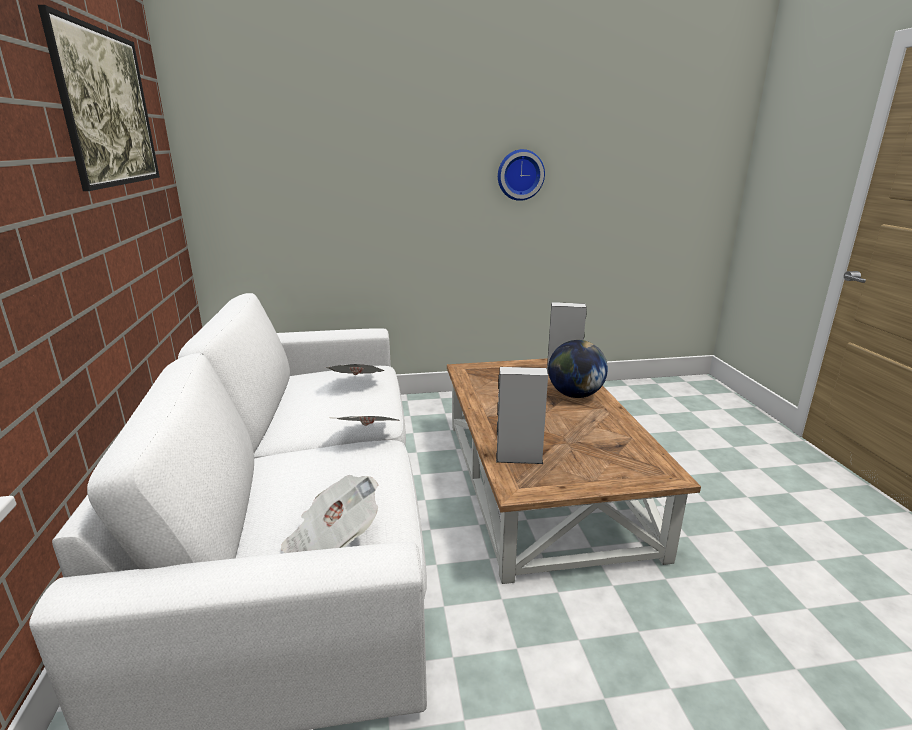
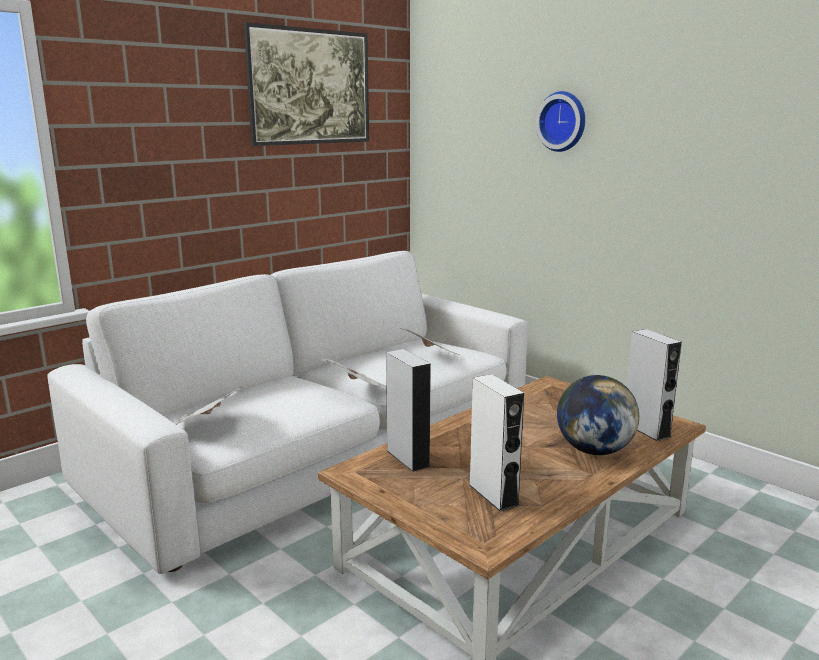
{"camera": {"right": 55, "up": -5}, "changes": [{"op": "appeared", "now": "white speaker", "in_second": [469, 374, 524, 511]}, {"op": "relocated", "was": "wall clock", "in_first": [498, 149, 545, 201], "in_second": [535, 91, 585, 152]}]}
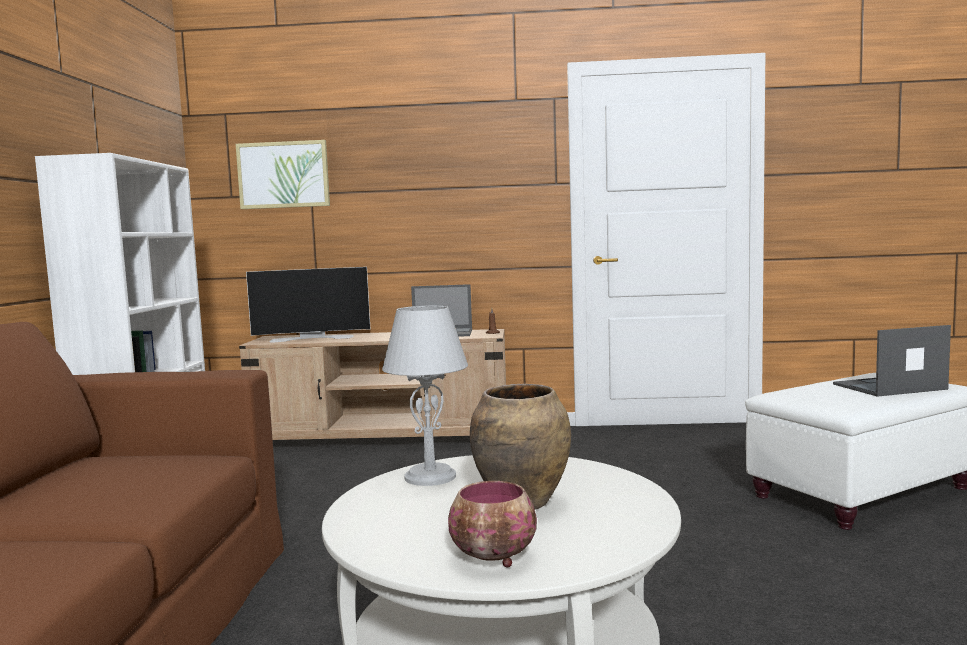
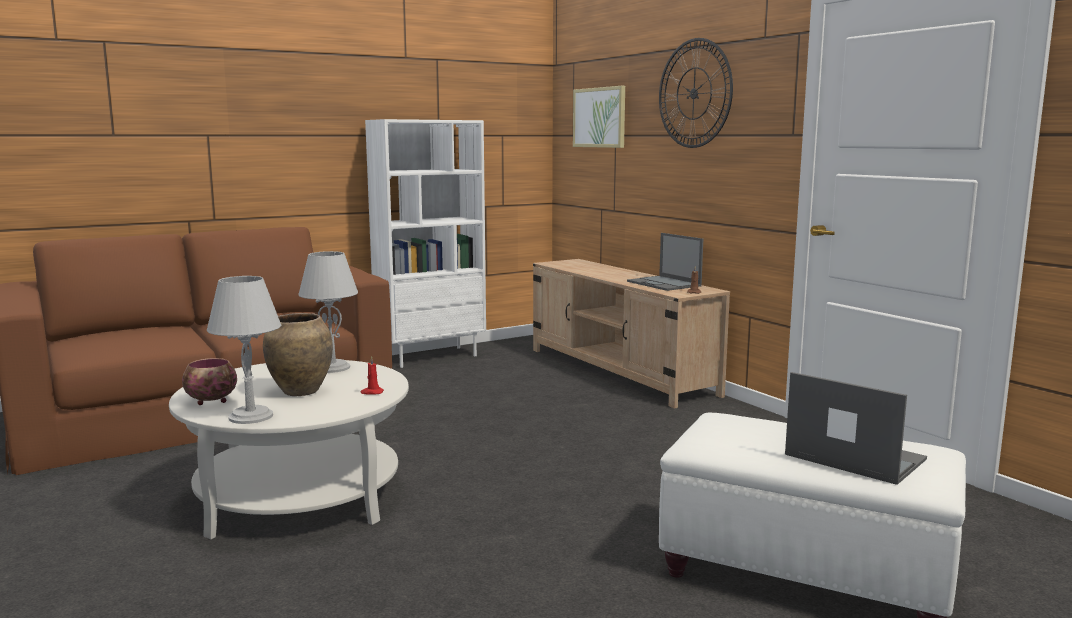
{"camera": {"right": 55, "up": 5}, "changes": [{"op": "missing", "was": "television", "in_first": [246, 267, 370, 343]}, {"op": "appeared", "now": "grey table lamp", "in_second": [207, 276, 281, 424]}, {"op": "appeared", "now": "red candle", "in_second": [361, 356, 384, 395]}, {"op": "appeared", "now": "wall clock", "in_second": [659, 38, 733, 148]}]}
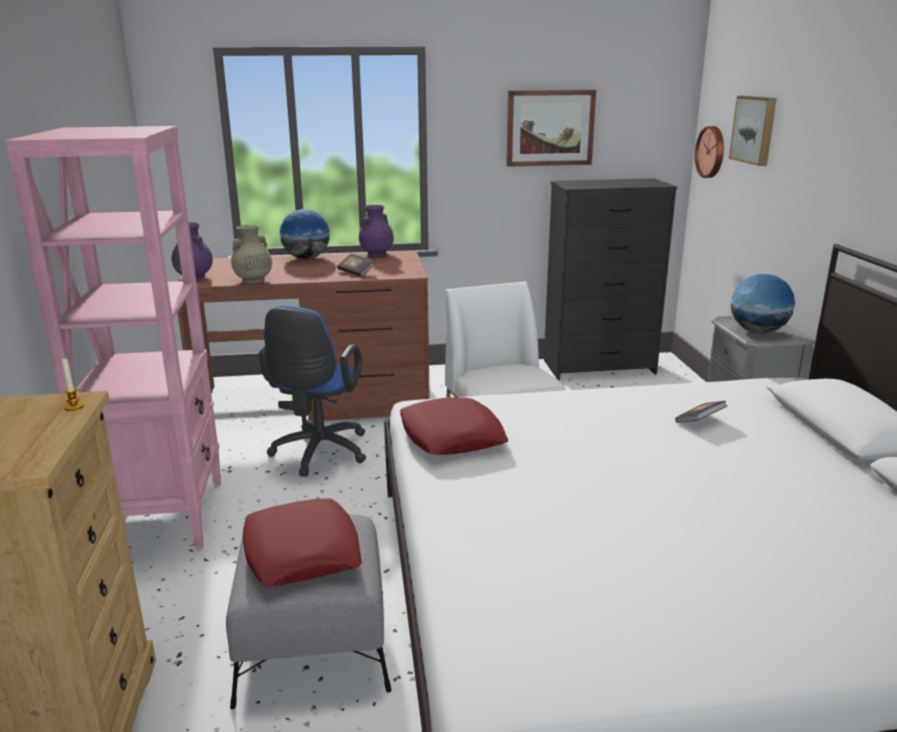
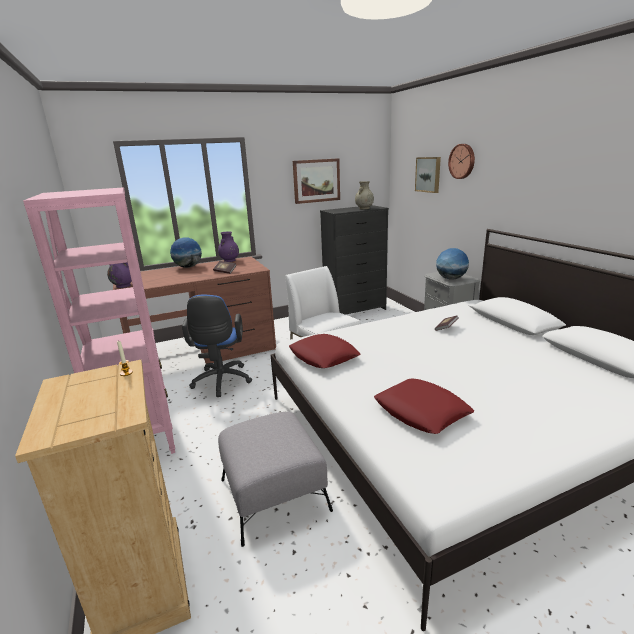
{"camera": {"right": -15, "up": 0}, "changes": [{"op": "relocated", "was": "beige vase", "in_first": [231, 225, 272, 284], "in_second": [355, 181, 374, 209]}, {"op": "relocated", "was": "red pillow", "in_first": [243, 498, 362, 587], "in_second": [374, 379, 474, 434]}, {"op": "relocated", "was": "wall clock", "in_first": [695, 126, 724, 178], "in_second": [448, 144, 475, 179]}]}
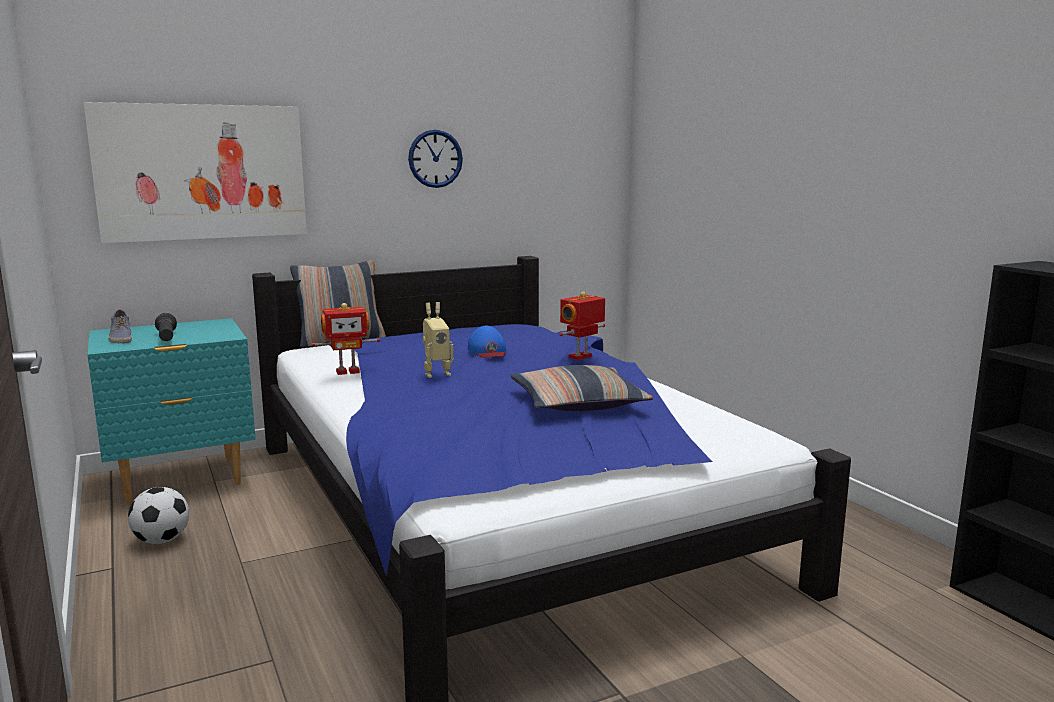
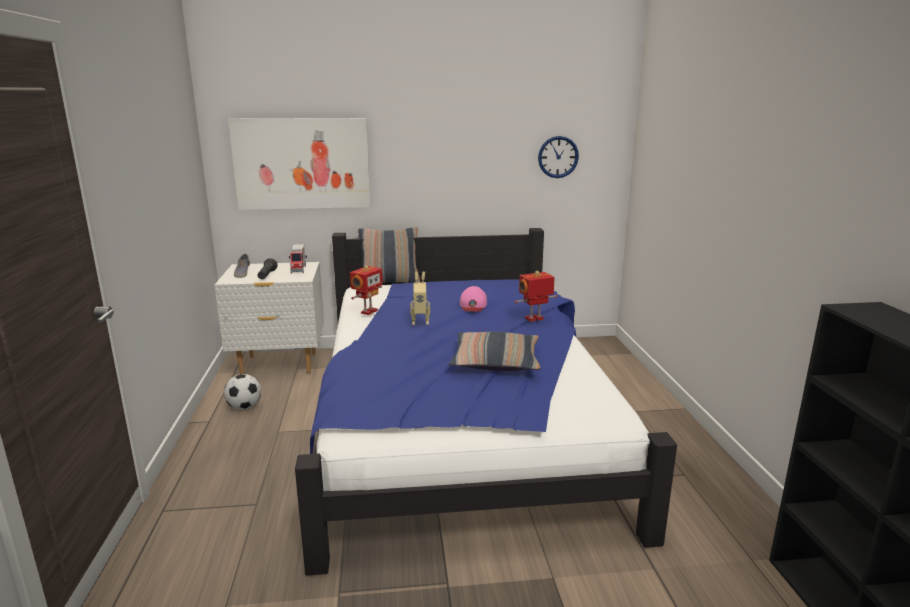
{"camera": {"right": 20, "up": 5}, "changes": [{"op": "appeared", "now": "toy truck", "in_second": [289, 244, 307, 274]}, {"op": "relocated", "was": "wall clock", "in_first": [408, 130, 463, 188], "in_second": [538, 136, 579, 178]}, {"op": "colour", "was": "turquoise nightstand", "now": "white nightstand", "in_first": [87, 318, 256, 503], "in_second": [214, 262, 324, 374]}, {"op": "colour", "was": "blue cap", "now": "pink cap", "in_first": [468, 326, 506, 358], "in_second": [460, 286, 487, 312]}, {"op": "spun", "was": "toy robot", "in_first": [312, 303, 380, 375], "in_second": [350, 265, 383, 315], "clockwise": -60}]}
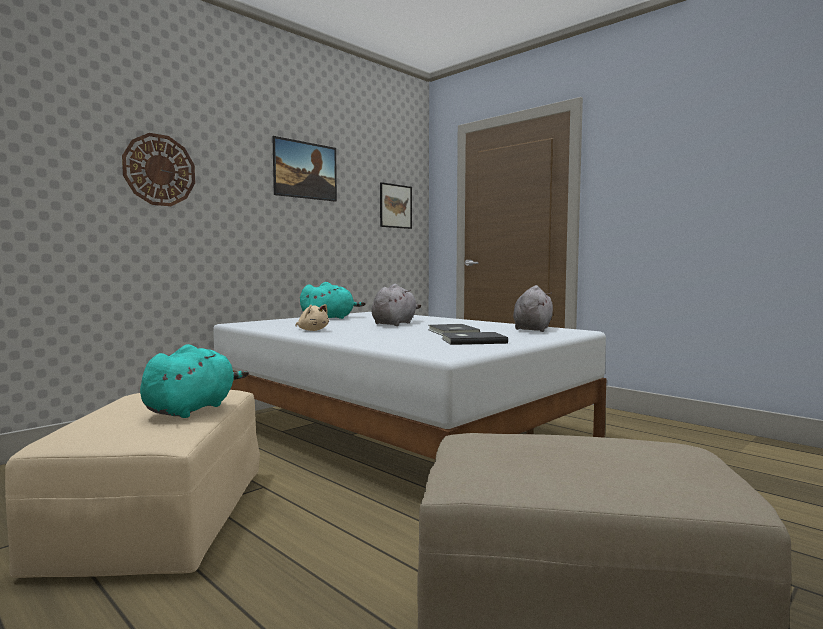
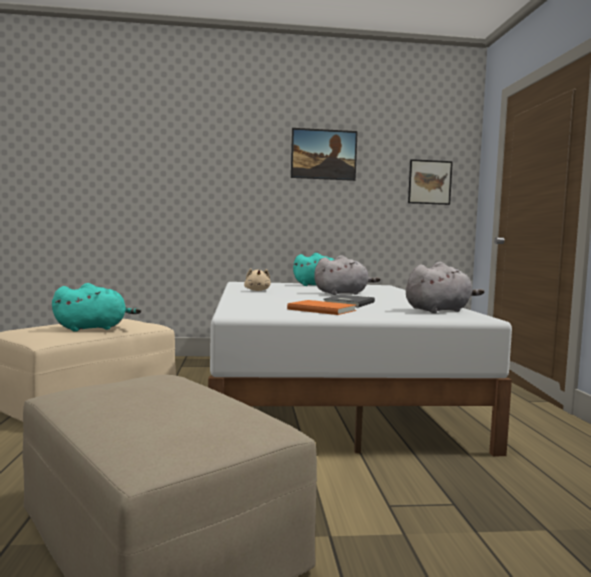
{"camera": {"right": 40, "up": 0}, "changes": [{"op": "missing", "was": "wall clock", "in_first": [122, 133, 195, 206]}, {"op": "colour", "was": "grey book", "now": "orange book", "in_first": [441, 332, 508, 345], "in_second": [287, 300, 356, 315]}]}
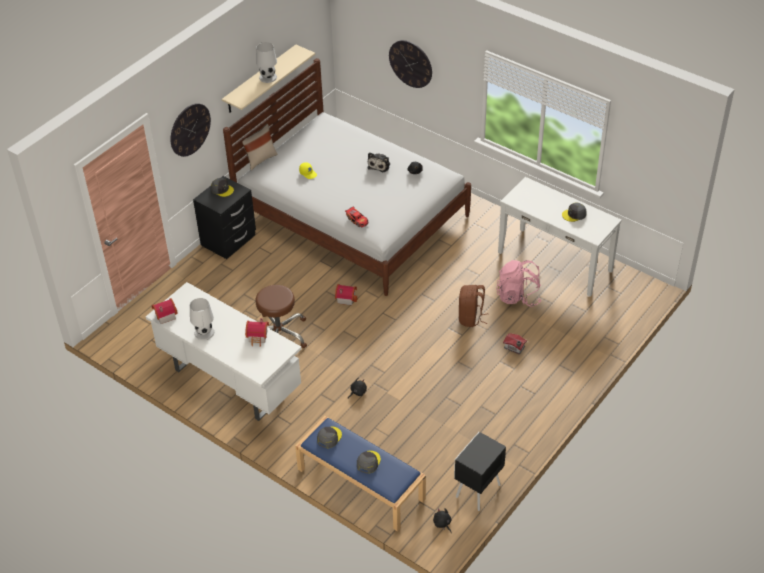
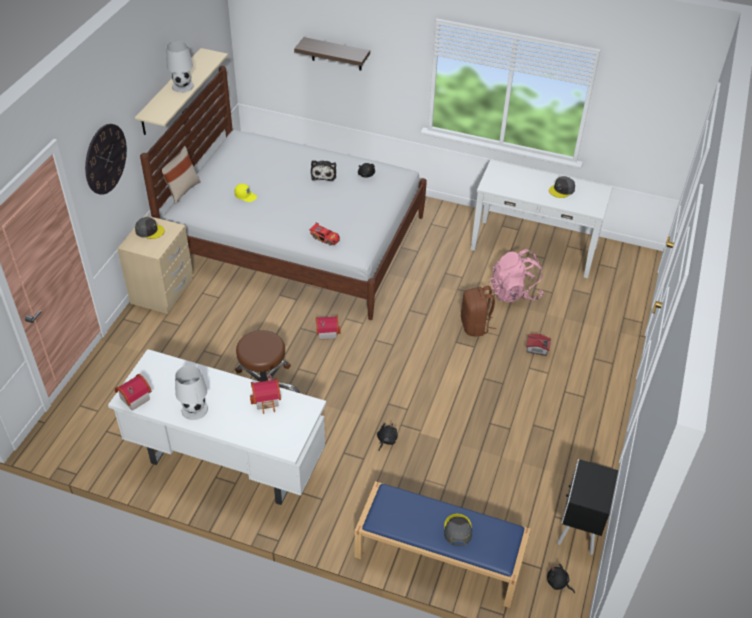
{"camera": {"right": -20, "up": 0}, "changes": [{"op": "missing", "was": "grey cap", "in_first": [317, 426, 342, 448]}, {"op": "exchanged", "was": "wall clock", "now": "shelf", "in_first": [389, 40, 432, 88], "in_second": [294, 37, 370, 70]}, {"op": "colour", "was": "black nightstand", "now": "beige nightstand", "in_first": [193, 176, 256, 259], "in_second": [117, 215, 193, 314]}]}
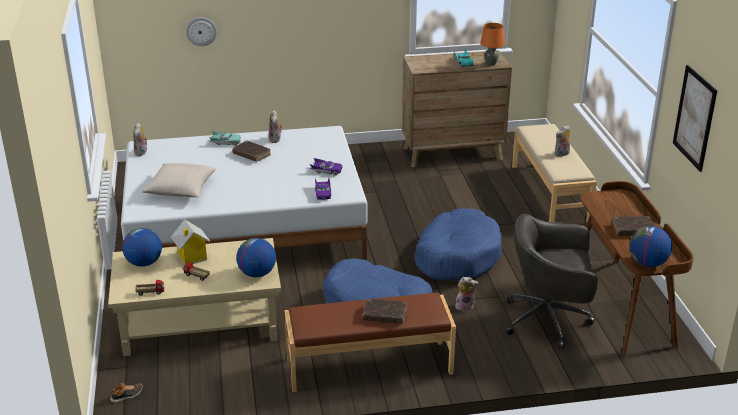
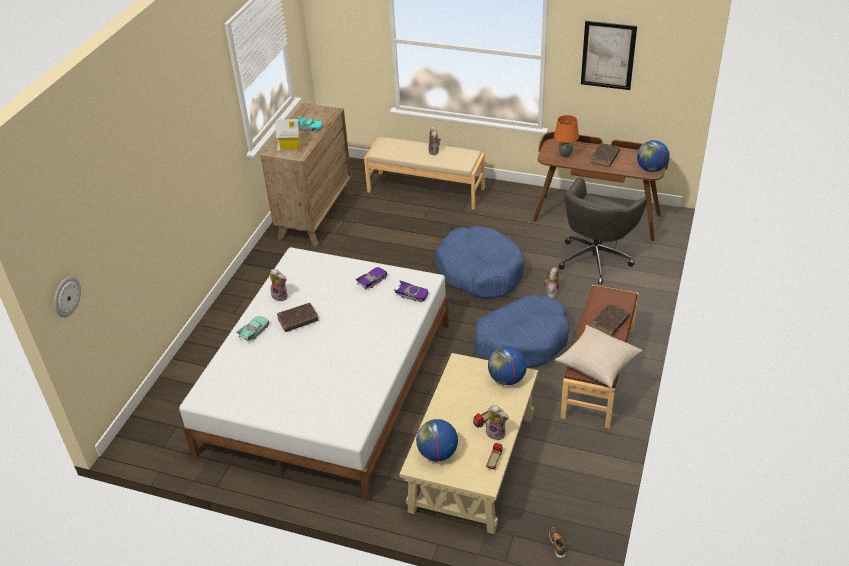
{"camera": {"right": -60, "up": 10}, "changes": [{"op": "relocated", "was": "plush toy", "in_first": [133, 122, 148, 156], "in_second": [485, 405, 509, 441]}, {"op": "relocated", "was": "beige pillow", "in_first": [142, 163, 217, 197], "in_second": [555, 325, 643, 388]}, {"op": "relocated", "was": "toy house", "in_first": [171, 219, 211, 265], "in_second": [276, 119, 301, 152]}, {"op": "relocated", "was": "wall clock", "in_first": [186, 17, 217, 46], "in_second": [54, 277, 81, 317]}, {"op": "relocated", "was": "orange table lamp", "in_first": [480, 23, 505, 66], "in_second": [554, 115, 579, 158]}]}
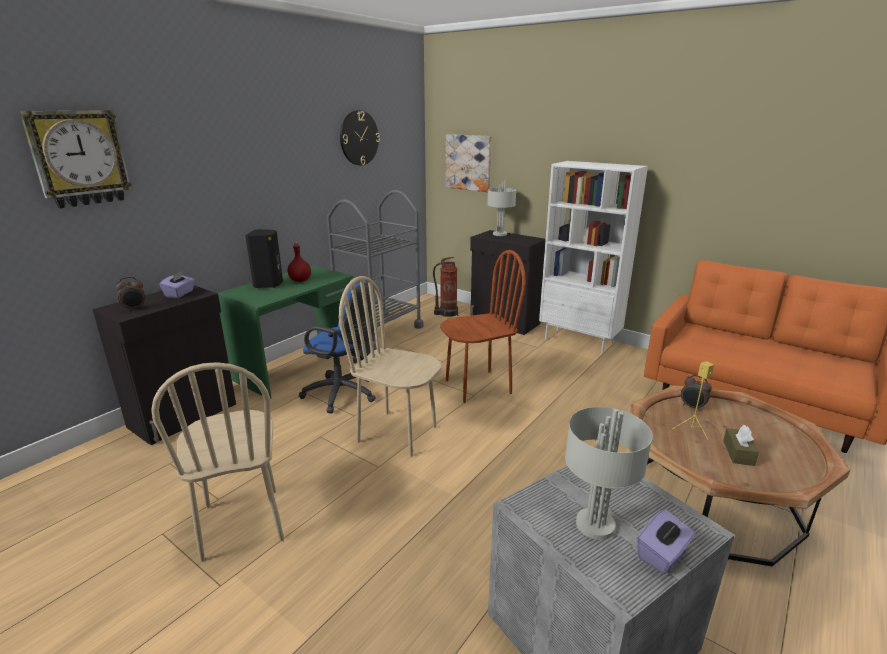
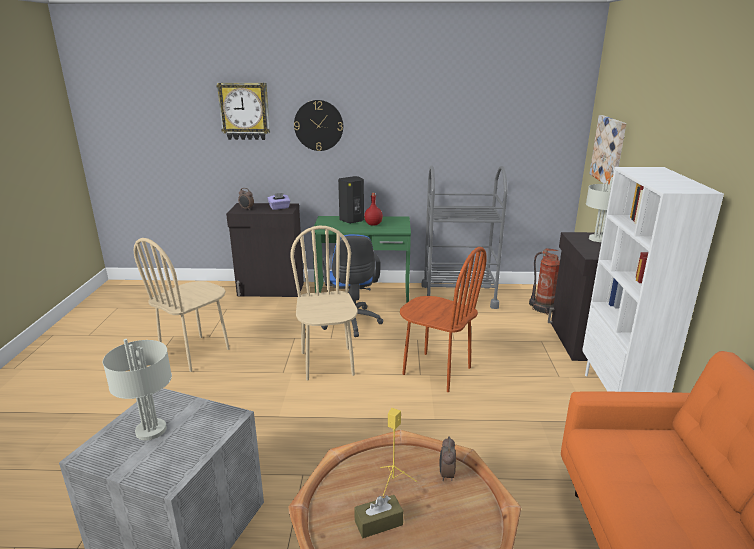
{"camera": {"right": 55, "up": 0}, "changes": [{"op": "missing", "was": "purple tissue box", "in_first": [637, 509, 695, 574]}, {"op": "relocated", "was": "wall clock", "in_first": [340, 110, 380, 165], "in_second": [294, 100, 343, 151]}]}
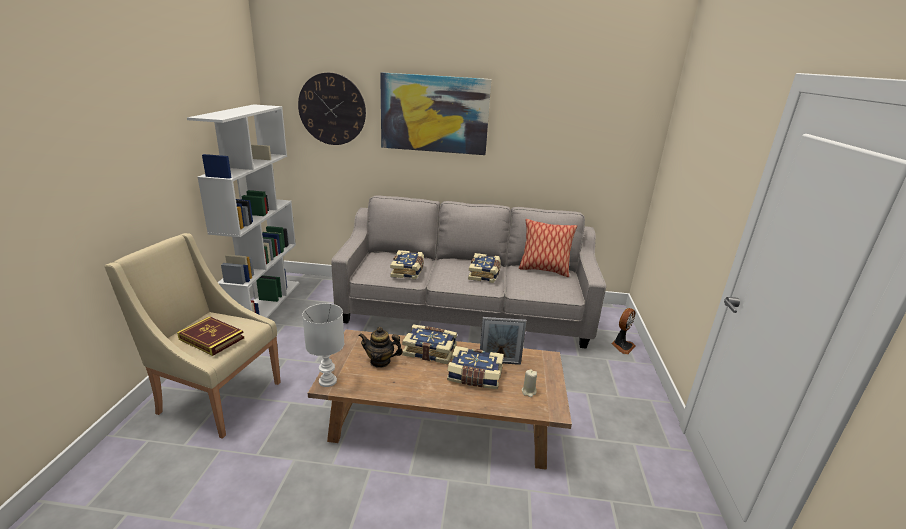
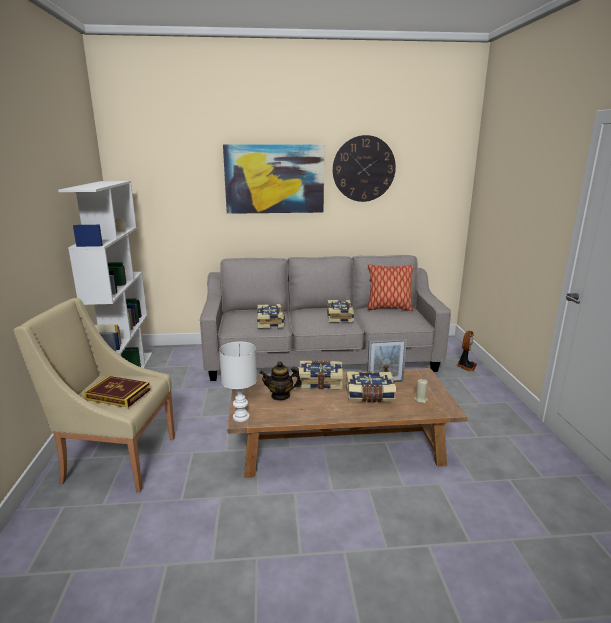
{"camera": {"right": -10, "up": -5}, "changes": [{"op": "relocated", "was": "wall clock", "in_first": [298, 73, 366, 145], "in_second": [333, 135, 396, 202]}]}
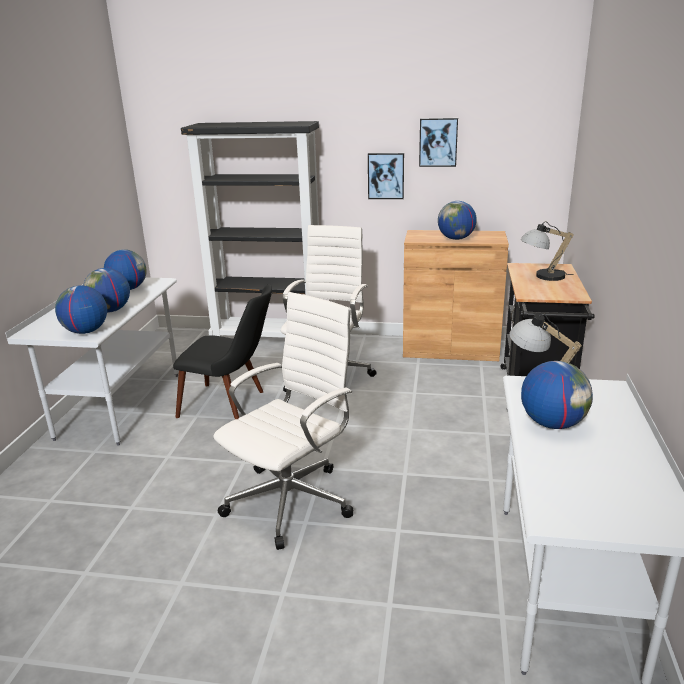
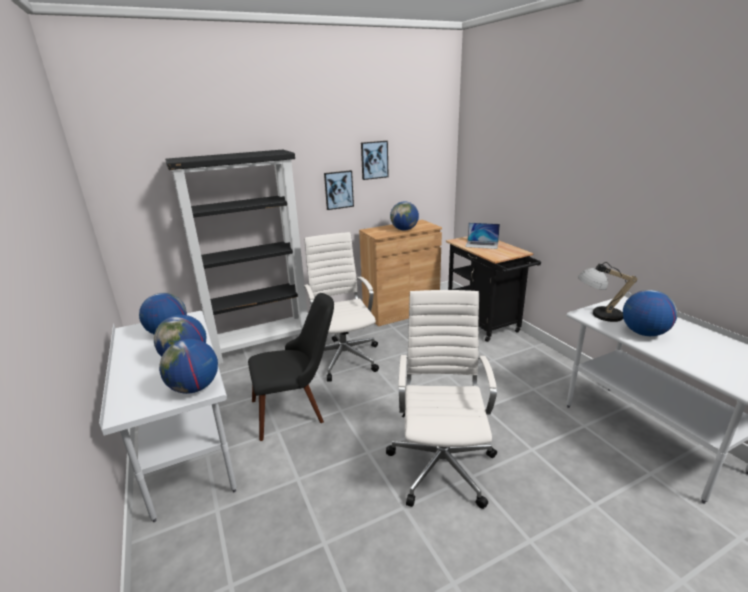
{"camera": {"right": -35, "up": 0}, "changes": [{"op": "exchanged", "was": "table lamp", "now": "laptop", "in_first": [521, 221, 574, 281], "in_second": [465, 223, 500, 249]}]}
